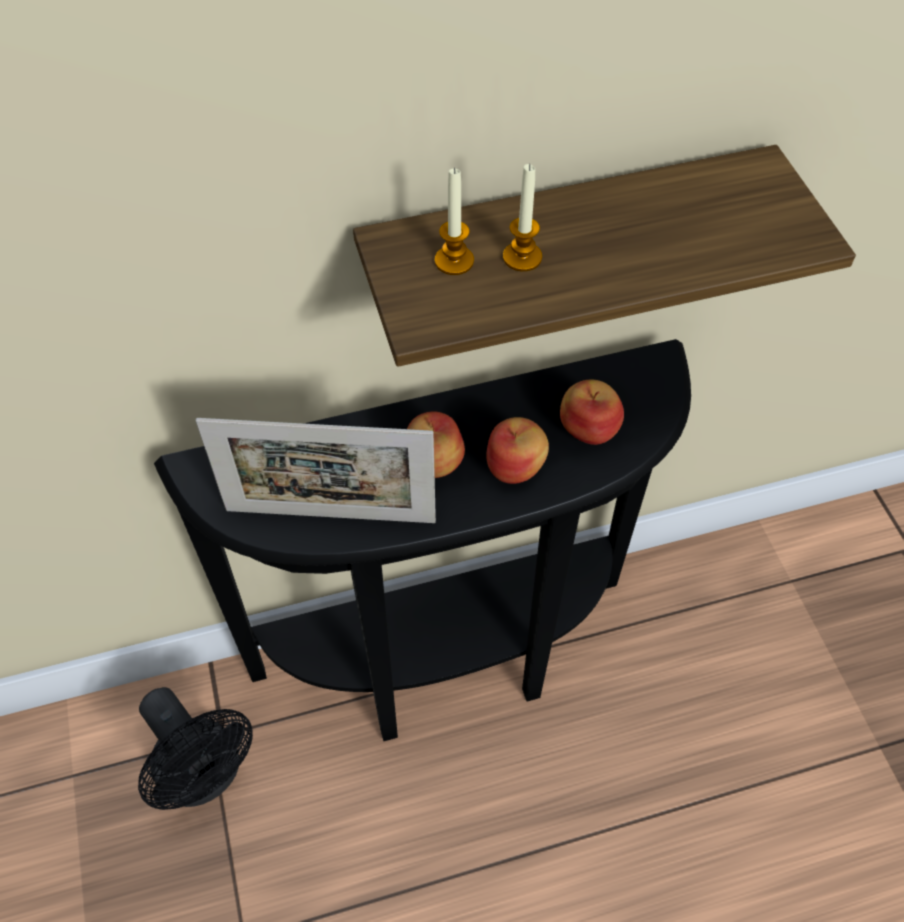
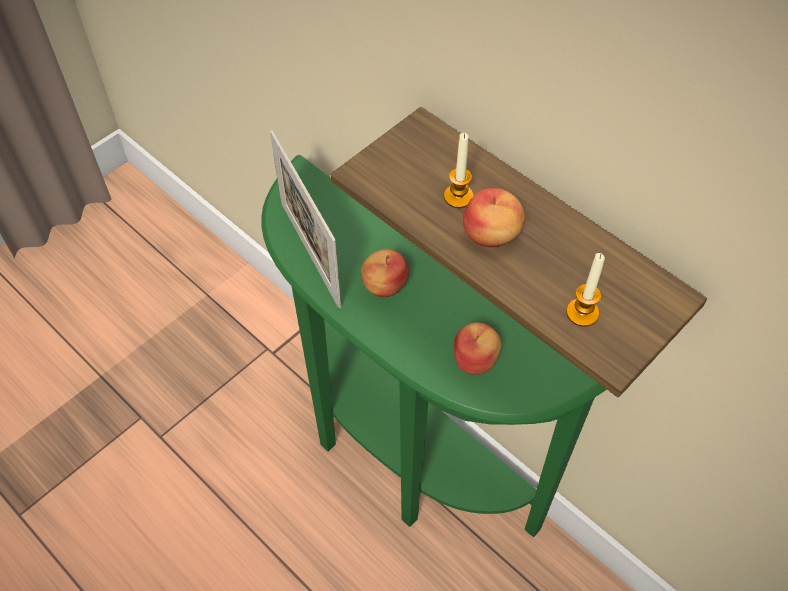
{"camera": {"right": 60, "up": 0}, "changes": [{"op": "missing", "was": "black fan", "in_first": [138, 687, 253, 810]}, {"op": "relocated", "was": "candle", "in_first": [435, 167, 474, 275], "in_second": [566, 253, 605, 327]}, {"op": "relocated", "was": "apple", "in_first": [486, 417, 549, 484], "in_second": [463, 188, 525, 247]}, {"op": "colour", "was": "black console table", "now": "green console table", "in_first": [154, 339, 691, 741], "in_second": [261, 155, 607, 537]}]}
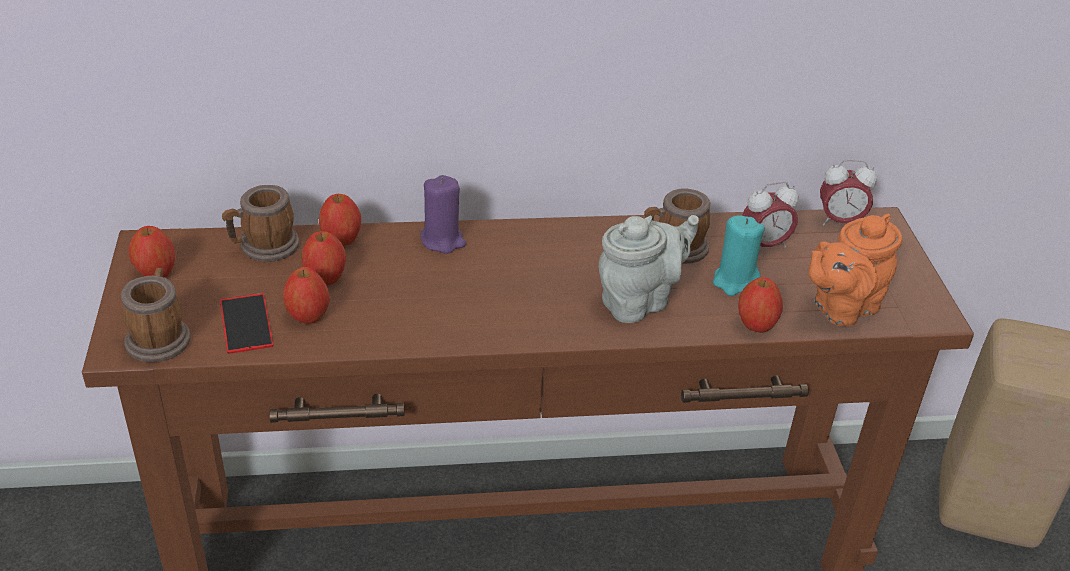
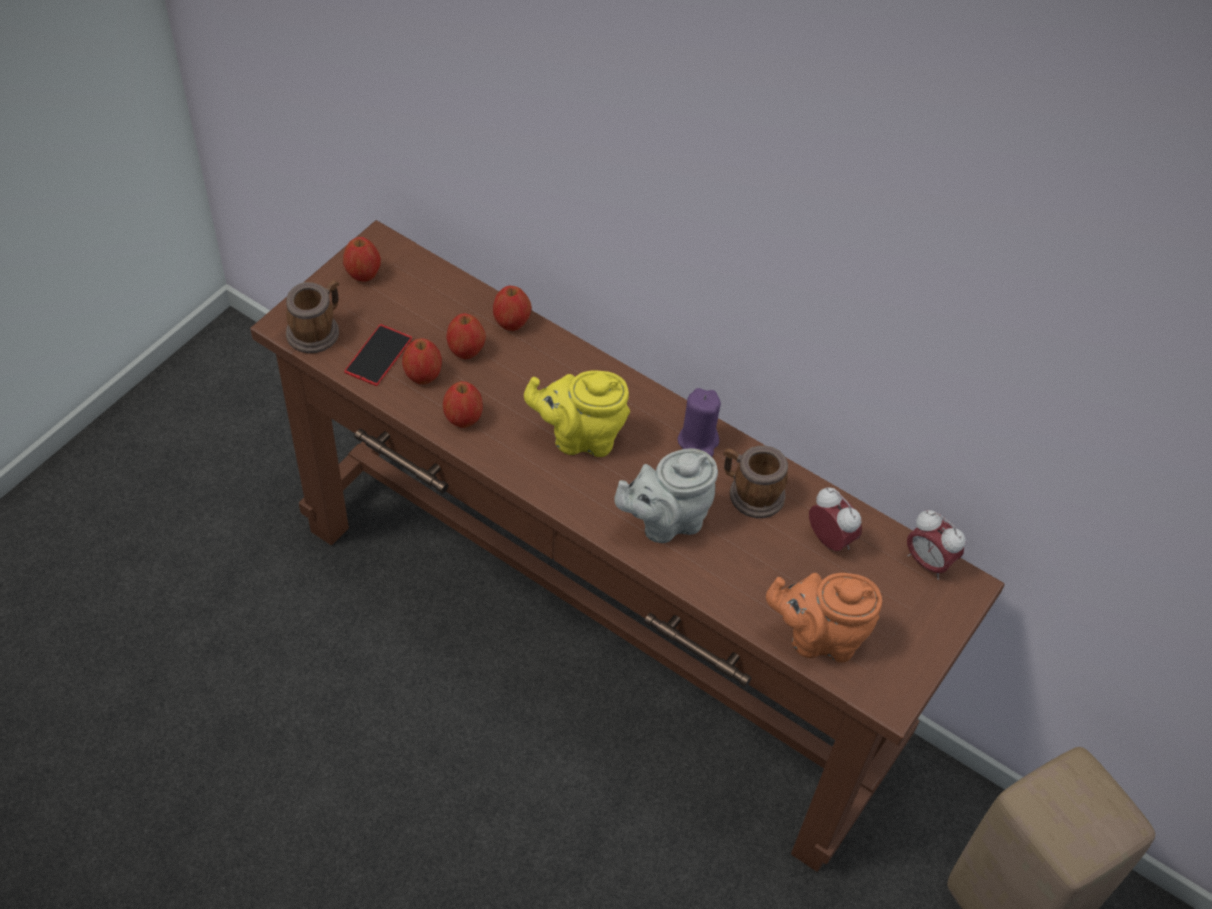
{"camera": {"right": 40, "up": 15}, "changes": [{"op": "missing", "was": "mug", "in_first": [222, 185, 299, 262]}, {"op": "missing", "was": "turquoise candle", "in_first": [713, 215, 765, 296]}, {"op": "appeared", "now": "yellow teapot", "in_second": [524, 370, 630, 457]}, {"op": "relocated", "was": "purple candle", "in_first": [421, 175, 466, 254], "in_second": [678, 388, 721, 457]}, {"op": "relocated", "was": "apple", "in_first": [738, 277, 783, 333], "in_second": [443, 381, 483, 428]}, {"op": "spun", "was": "grey teapot", "in_first": [599, 215, 699, 323], "in_second": [614, 448, 718, 543], "clockwise": 150}, {"op": "spun", "was": "alarm clock", "in_first": [742, 181, 798, 247], "in_second": [809, 487, 862, 551], "clockwise": -150}]}
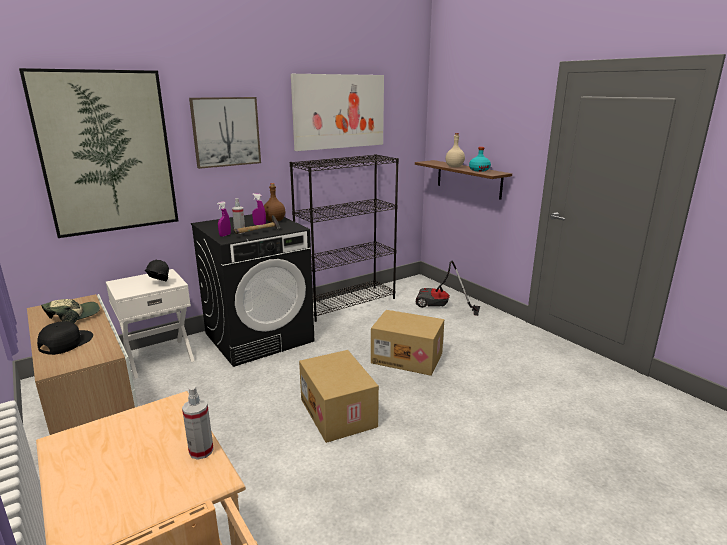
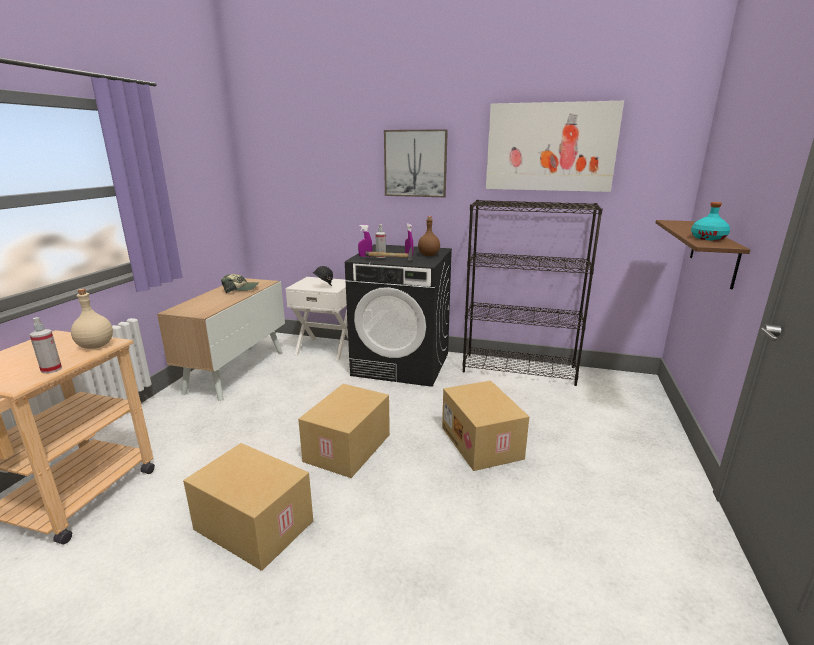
{"camera": {"right": 50, "up": 0}, "changes": [{"op": "missing", "was": "picture", "in_first": [19, 68, 178, 238]}, {"op": "missing", "was": "black cap", "in_first": [37, 321, 93, 355]}, {"op": "missing", "was": "vacuum cleaner", "in_first": [416, 261, 480, 316]}, {"op": "appeared", "now": "cardboard box", "in_second": [183, 443, 313, 571]}, {"op": "relocated", "was": "beige bottle", "in_first": [446, 133, 465, 167], "in_second": [71, 289, 113, 349]}]}
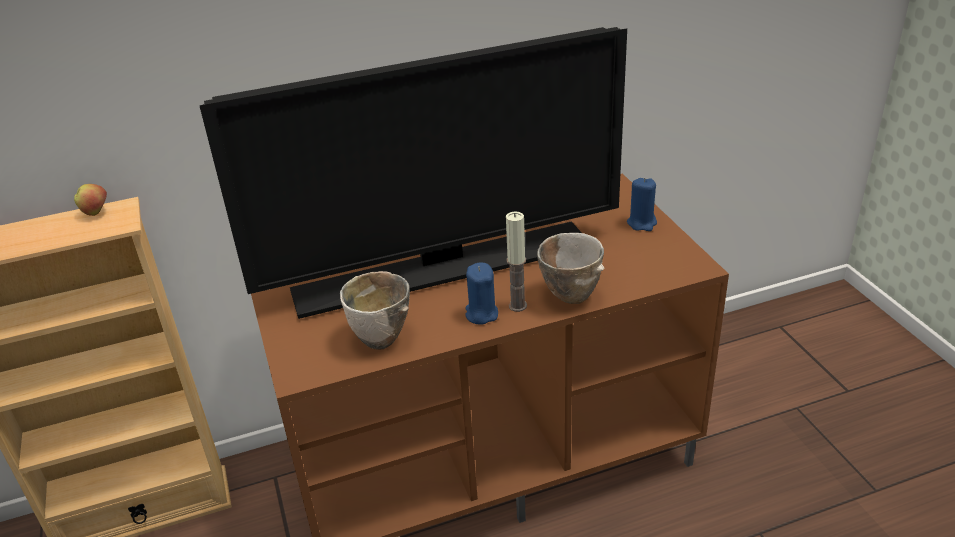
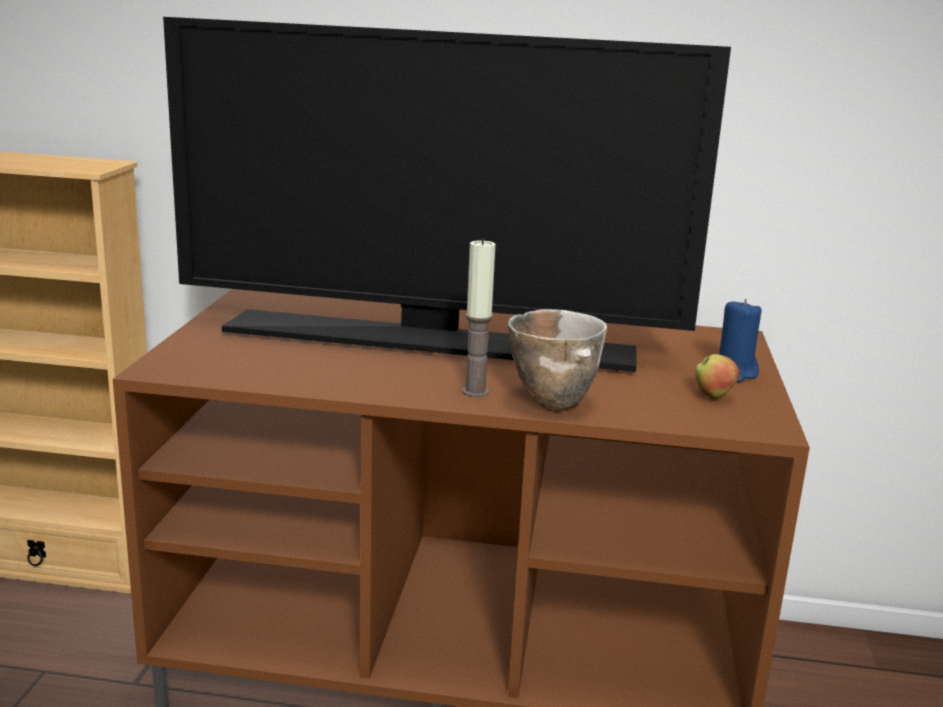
{"camera": {"right": 25, "up": -15}, "changes": [{"op": "missing", "was": "bowl", "in_first": [340, 271, 410, 349]}, {"op": "missing", "was": "blue candle", "in_first": [465, 263, 498, 324]}, {"op": "relocated", "was": "apple", "in_first": [74, 184, 107, 216], "in_second": [695, 354, 740, 398]}]}
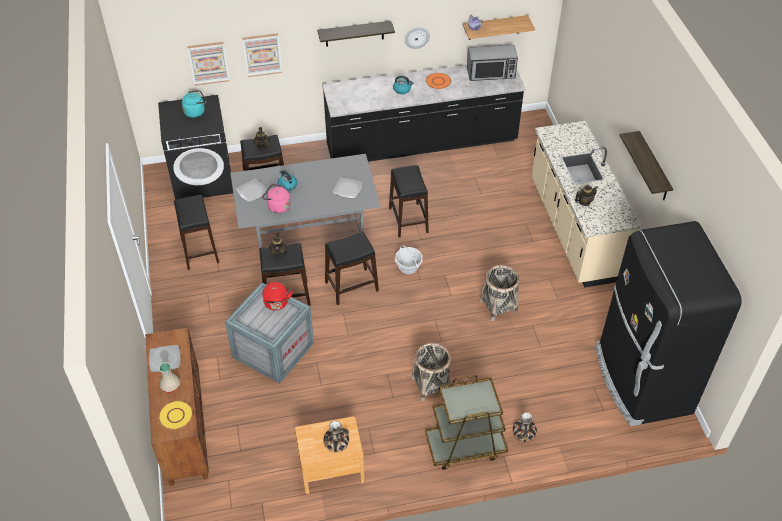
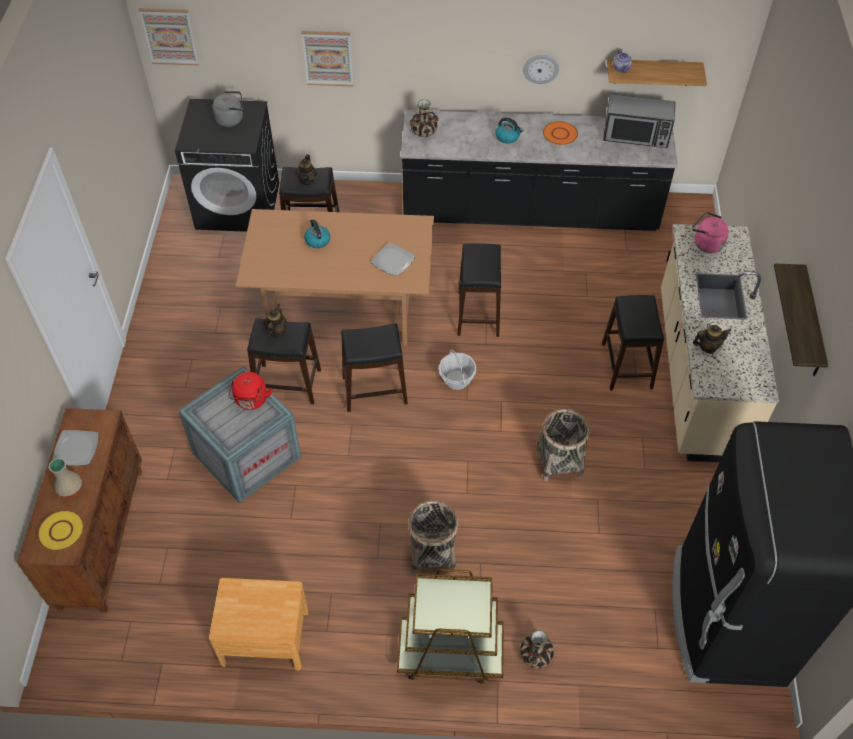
{"camera": {"right": 15, "up": 5}, "changes": [{"op": "missing", "was": "plate", "in_first": [236, 179, 269, 202]}, {"op": "missing", "was": "shelf", "in_first": [317, 21, 395, 47]}, {"op": "relocated", "was": "black stool", "in_first": [174, 195, 219, 270], "in_second": [602, 295, 664, 391]}, {"op": "relocated", "was": "picture", "in_first": [187, 42, 230, 86], "in_second": [139, 8, 199, 65]}, {"op": "relocated", "was": "pink kettle", "in_first": [262, 184, 291, 213], "in_second": [692, 212, 729, 253]}, {"op": "relocated", "was": "vase", "in_first": [323, 421, 349, 452], "in_second": [409, 99, 439, 137]}, {"op": "colour", "was": "turquoise kettle", "now": "grey kettle", "in_first": [182, 90, 207, 118], "in_second": [212, 91, 243, 127]}, {"op": "colour", "was": "grey dining table", "now": "brown dining table", "in_first": [230, 154, 381, 248], "in_second": [236, 209, 434, 346]}]}
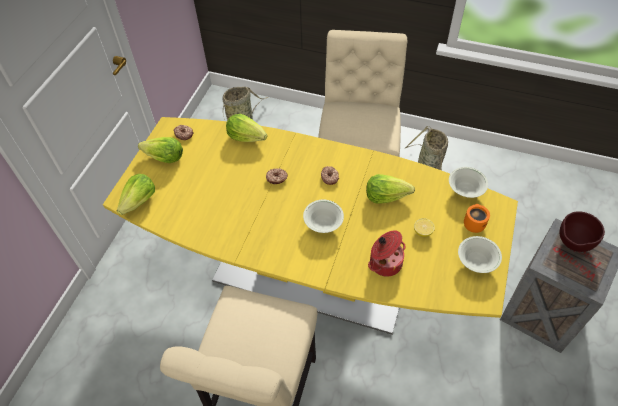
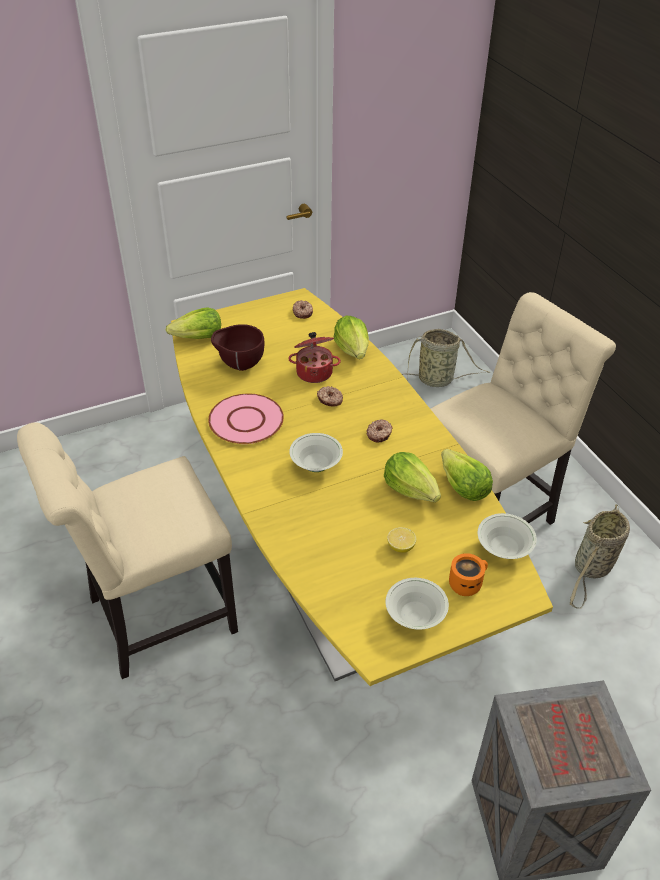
{"camera": {"right": 45, "up": -10}, "changes": [{"op": "appeared", "now": "pink plate", "in_second": [208, 394, 284, 444]}, {"op": "relocated", "was": "lettuce", "in_first": [138, 137, 183, 163], "in_second": [441, 449, 493, 501]}, {"op": "relocated", "was": "cooking pot", "in_first": [368, 230, 406, 277], "in_second": [288, 332, 341, 383]}, {"op": "relocated", "was": "brown bowl", "in_first": [559, 211, 605, 252], "in_second": [211, 324, 264, 371]}]}
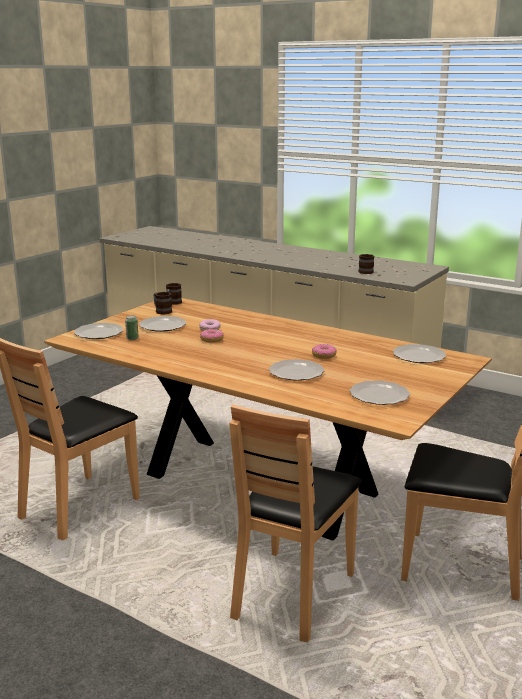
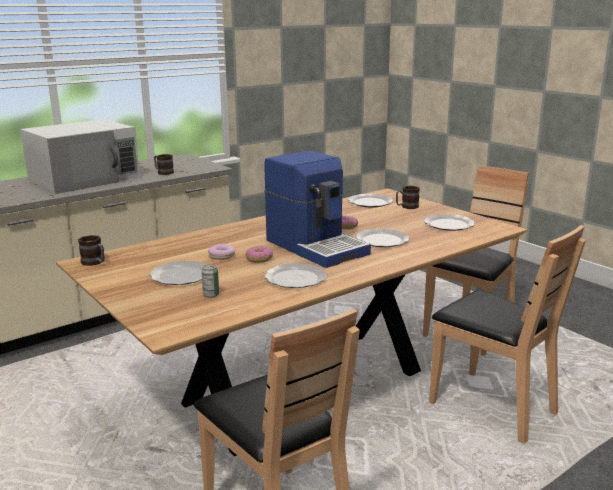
{"camera": {"right": -70, "up": 0}, "changes": [{"op": "appeared", "now": "white microwave", "in_second": [20, 119, 140, 194]}, {"op": "appeared", "now": "coffee machine", "in_second": [264, 151, 371, 268]}, {"op": "relocated", "was": "plate", "in_first": [74, 323, 123, 339], "in_second": [265, 263, 327, 288]}, {"op": "relocated", "was": "mug", "in_first": [154, 292, 172, 315], "in_second": [396, 186, 420, 209]}]}
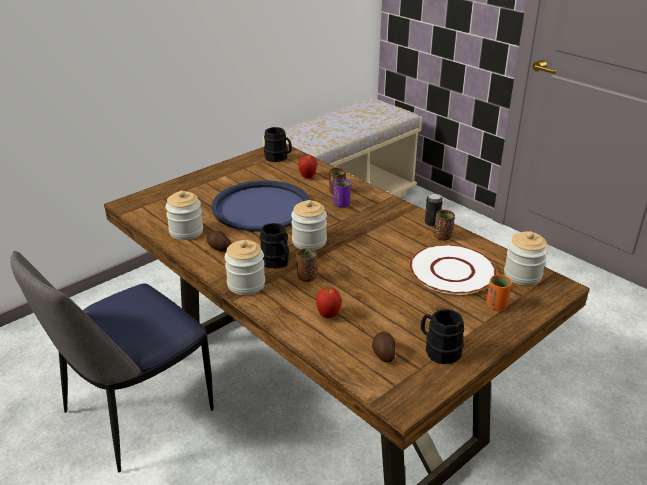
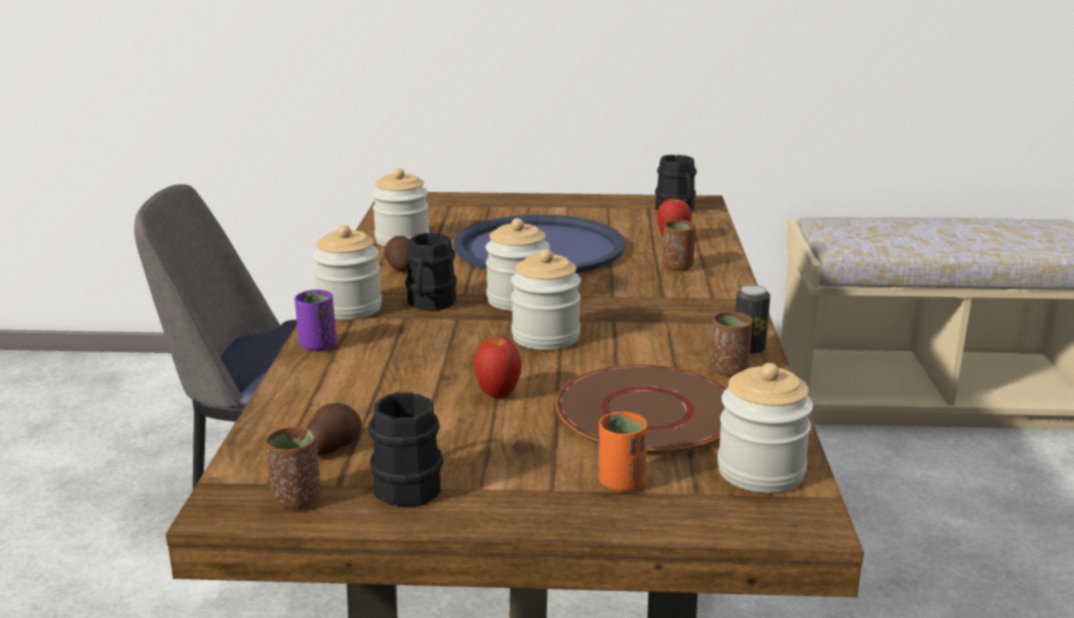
{"camera": {"right": 45, "up": -10}, "changes": [{"op": "appeared", "now": "jar", "in_second": [511, 249, 581, 350]}, {"op": "relocated", "was": "brown cup", "in_first": [296, 248, 317, 282], "in_second": [265, 427, 321, 509]}, {"op": "relocated", "was": "apple", "in_first": [316, 287, 341, 319], "in_second": [474, 335, 522, 398]}, {"op": "relocated", "was": "purple cup", "in_first": [333, 179, 351, 207], "in_second": [295, 290, 336, 351]}, {"op": "colour", "was": "white plate", "now": "brown plate", "in_first": [409, 244, 497, 295], "in_second": [556, 365, 727, 454]}]}
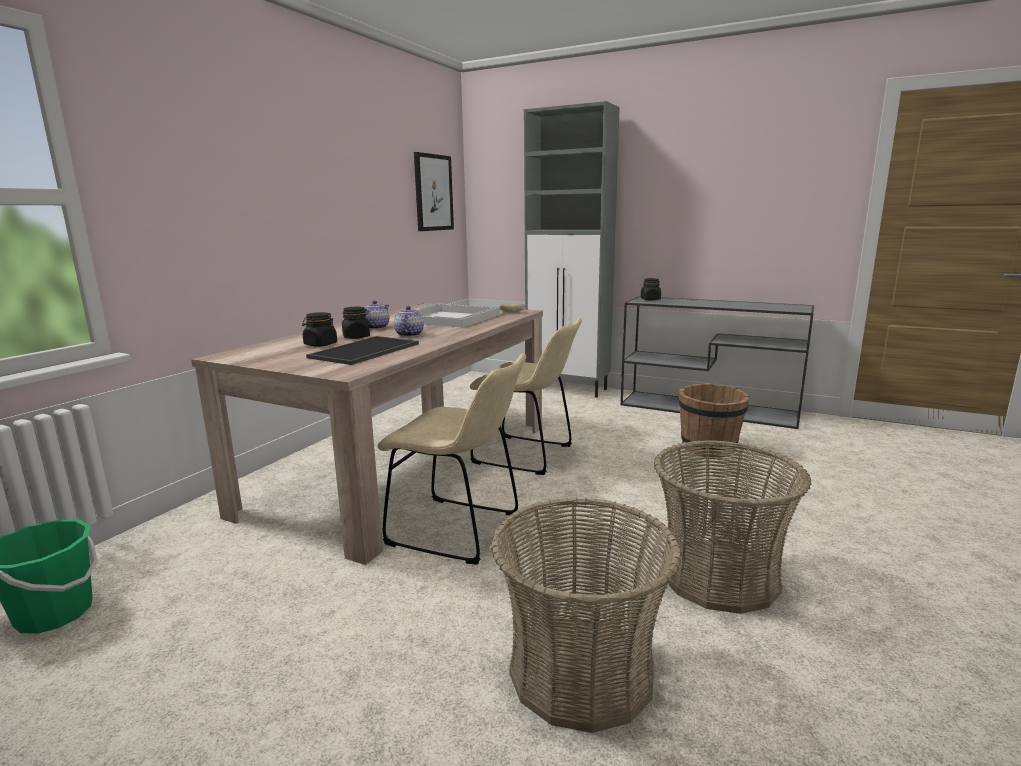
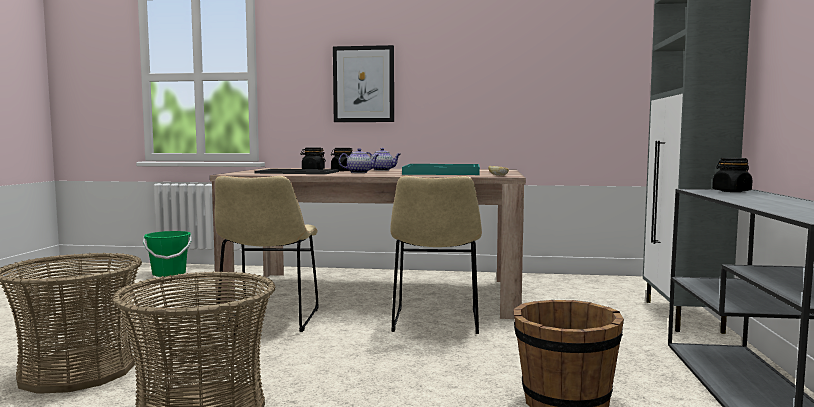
{"camera": {"right": 70, "up": -10}, "changes": [{"op": "relocated", "was": "picture", "in_first": [414, 152, 454, 231], "in_second": [333, 45, 394, 122]}, {"op": "colour", "was": "white tray", "now": "turquoise tray", "in_first": [395, 303, 500, 328], "in_second": [402, 164, 480, 175]}]}
